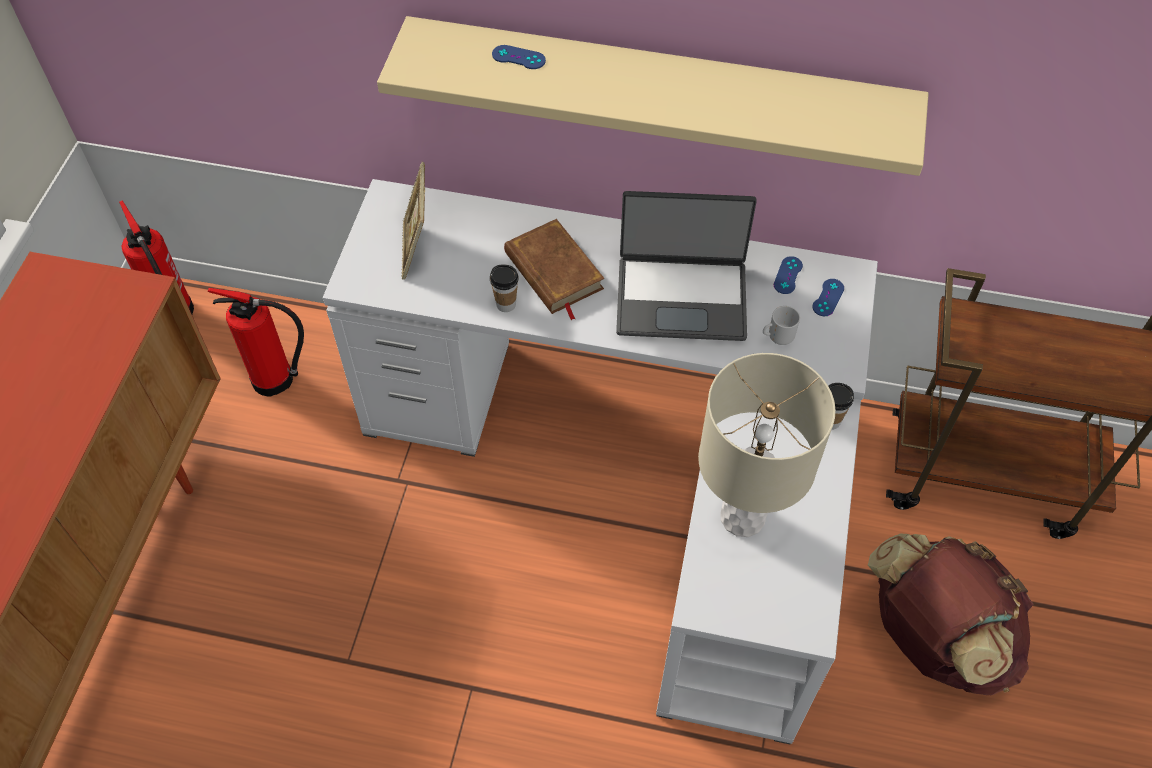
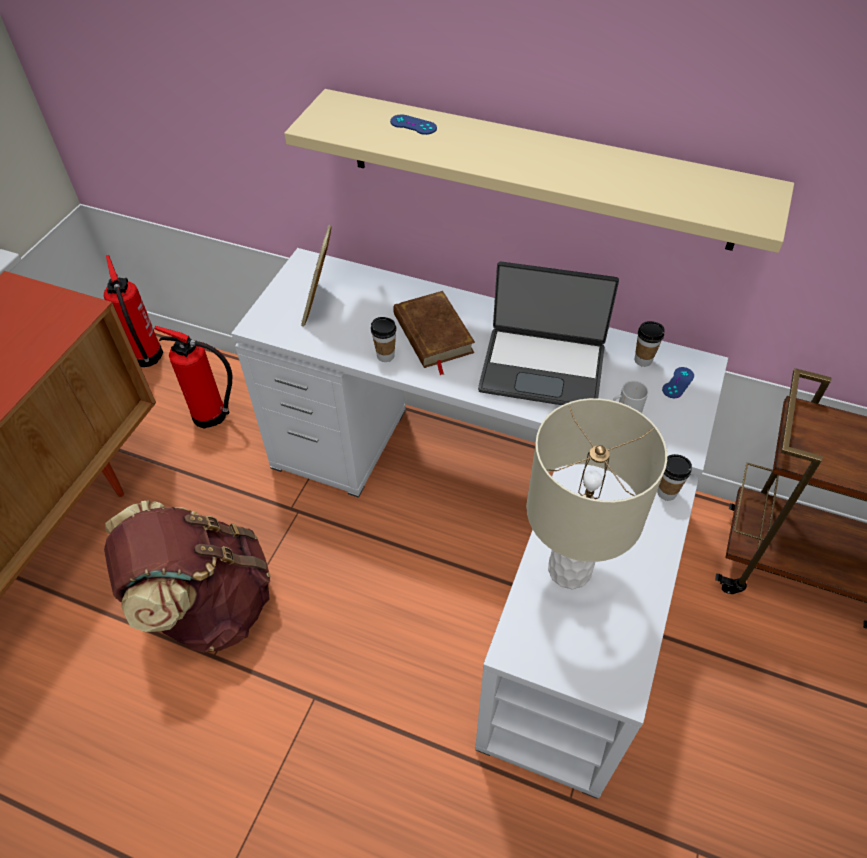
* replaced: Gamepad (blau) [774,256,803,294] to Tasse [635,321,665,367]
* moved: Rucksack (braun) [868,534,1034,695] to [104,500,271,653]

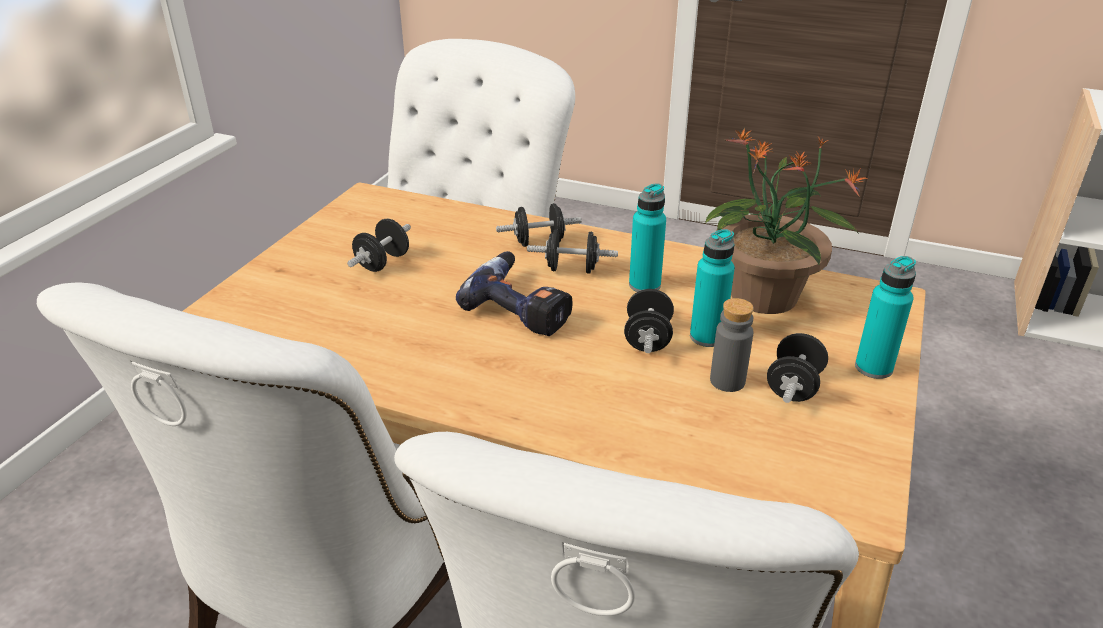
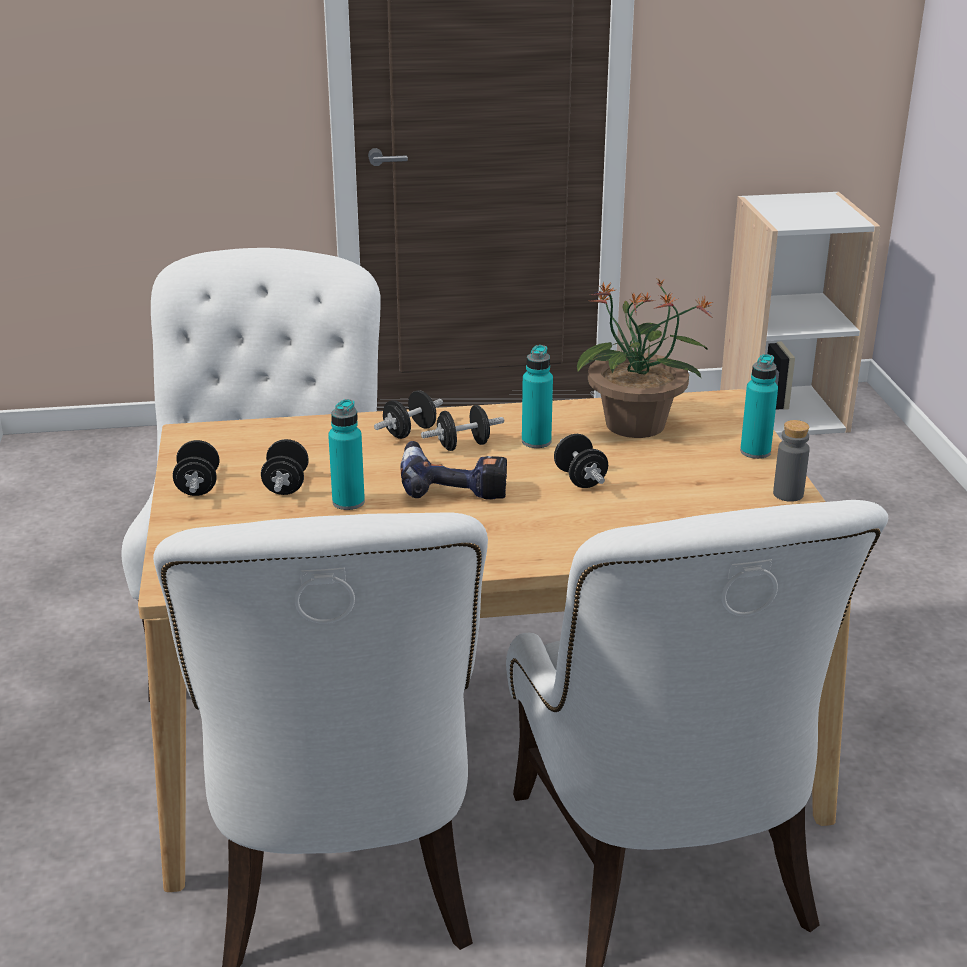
* moved: Flasche (türkis) [690,229,735,347] to [328,399,365,510]
* moved: Flasche (grau) [710,298,754,392] to [773,420,810,502]
* moved: Hantel (schwarz) [767,333,828,403] to [173,440,219,496]

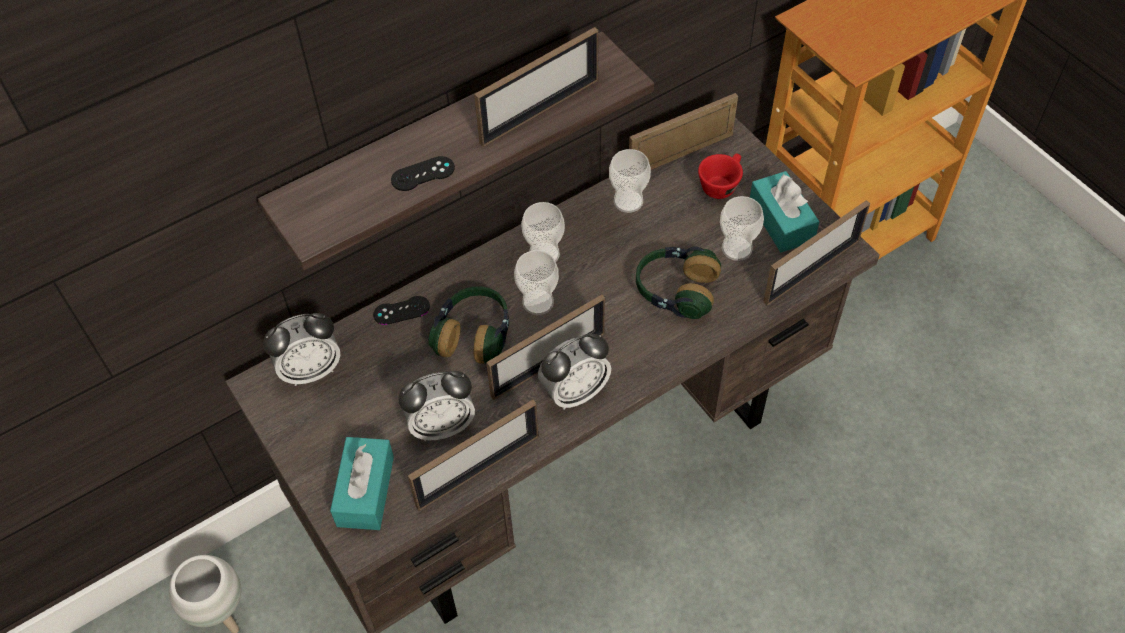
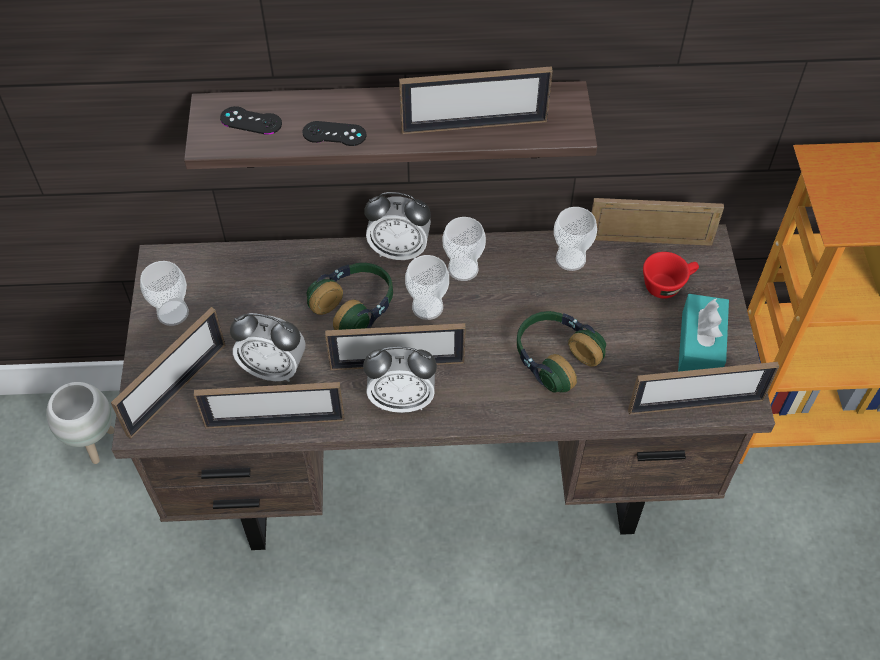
* moved: Tasse [720,196,764,261] to [140,261,189,326]
* moved: Gamepad (schwarz) [373,296,430,325] to [220,106,282,135]
* moved: Wecker [263,313,340,386] to [364,192,431,260]
* replaced: Taschentuchbox (türkis) [330,437,394,530] to Bilderrahmen [111,307,226,439]

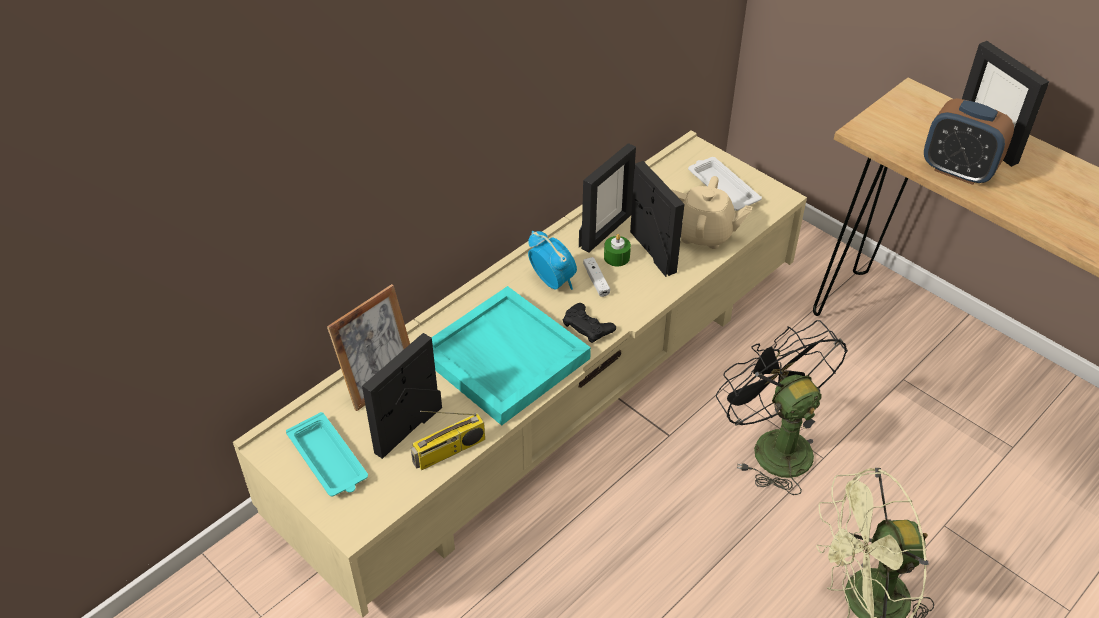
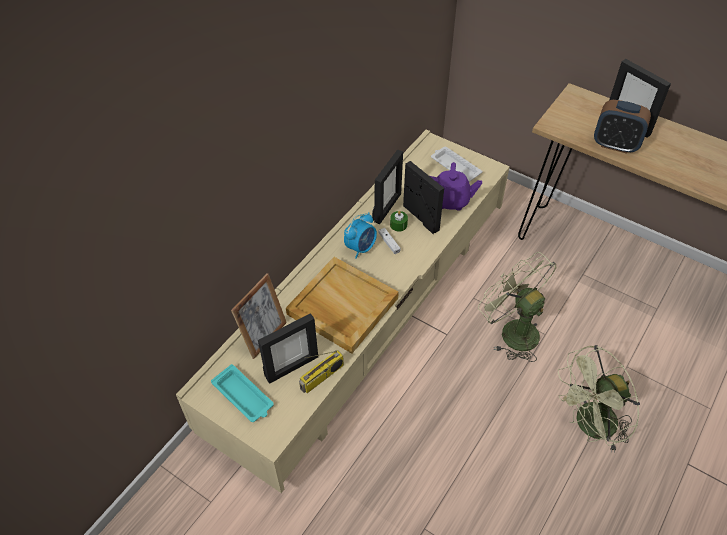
* recoloured: Teekanne (beige) [671,176,752,249] to Teekanne (lila) [430,162,482,211]
* turned: Wecker [528,231,577,290] = [344,212,377,259] 90 degrees clockwise
* recoloured: Tablett (türkis) [431,286,591,426] to Tablett (beige) [286,257,399,354]
* removed: Gamepad (schwarz) [562,303,616,343]
* recoloured: Ventilator (schwarz) [716,320,848,495] to Ventilator (grün) [478,252,557,362]
* turned: Bilderrahmen [362,333,442,459] = [258,313,318,384] 150 degrees counterclockwise

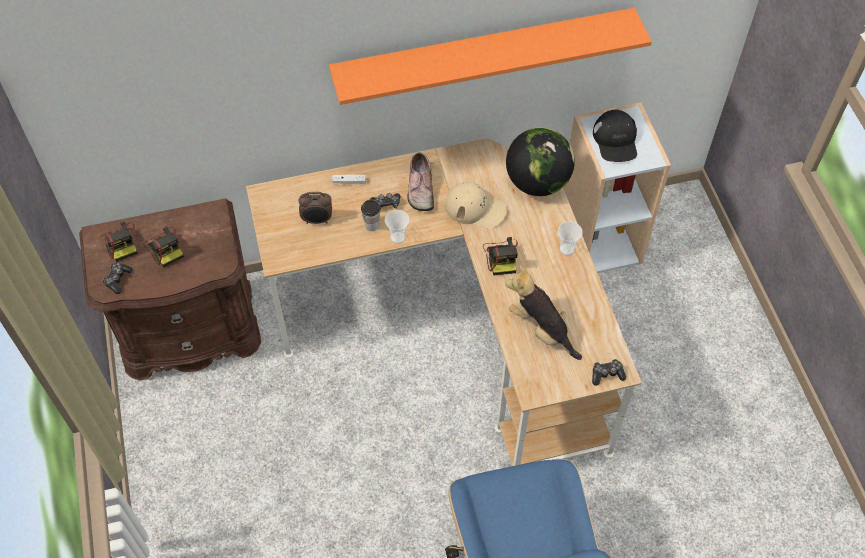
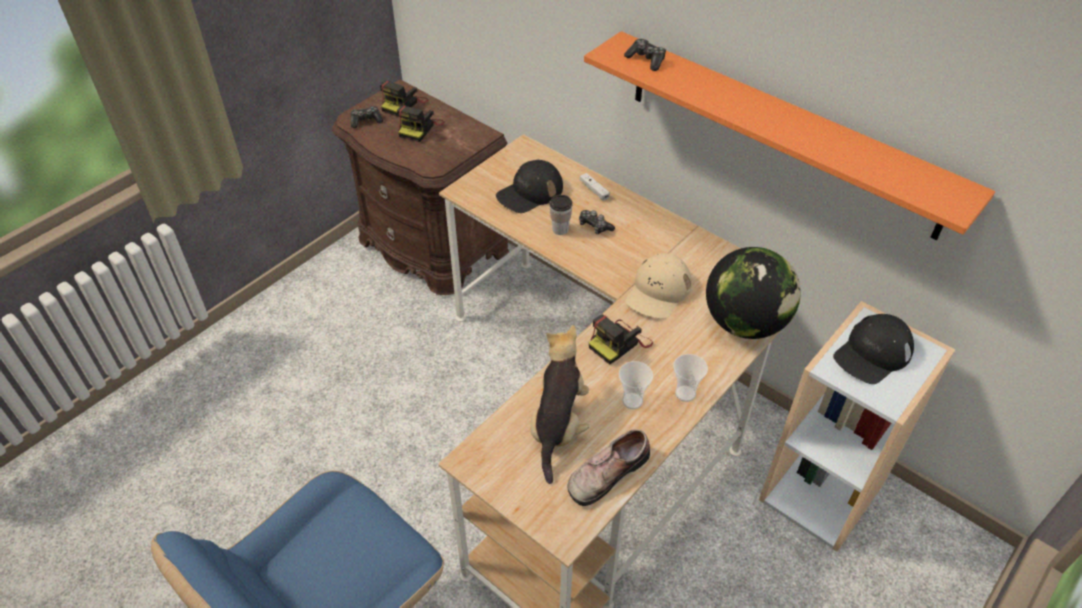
* moved: Schuh [408,152,434,211] to [567,429,650,506]
* turned: Kappe (beige) [445,182,507,228] = [626,253,692,319] 45 degrees clockwise
* replaced: Wecker [298,192,332,224] to Kappe (schwarz) [496,160,563,213]
* moved: Tasse [385,210,409,244] to [619,361,653,409]
* moved: Gamepad [592,359,626,386] to [624,39,666,71]

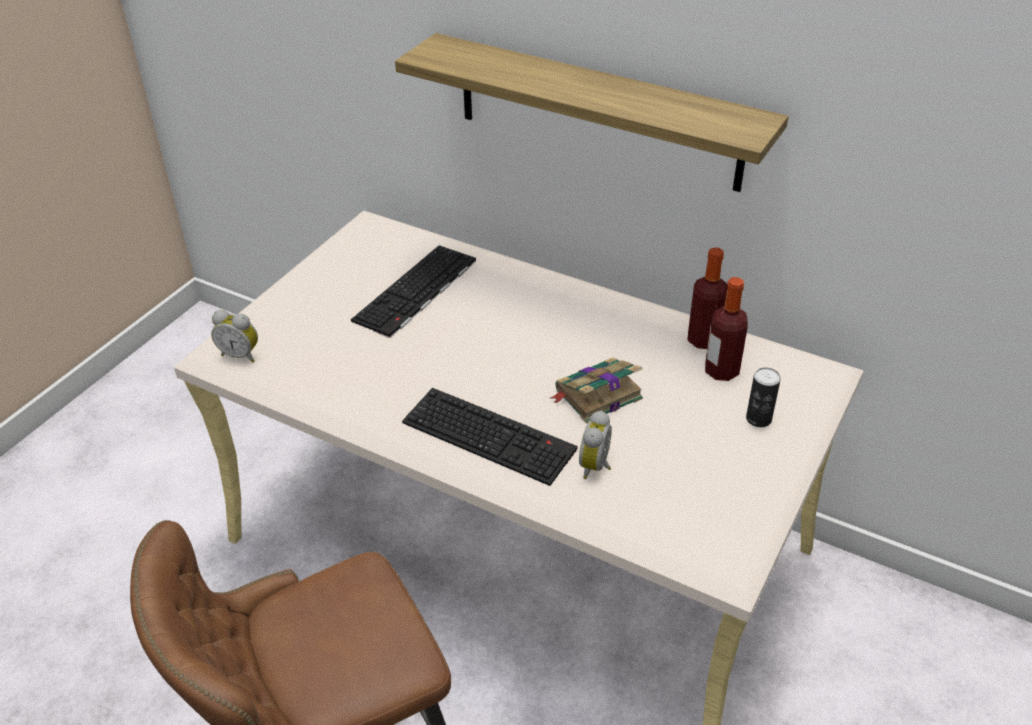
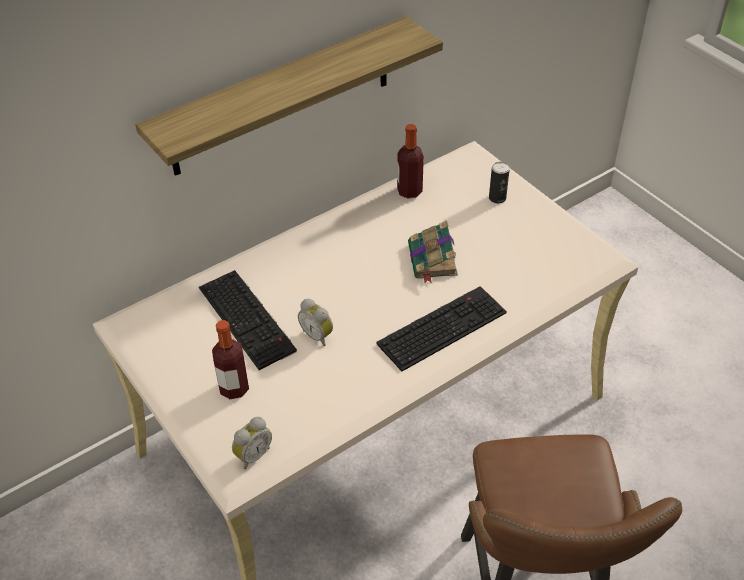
* moved: Flasche [705,277,748,381] to [212,320,249,399]
* moved: Wecker [579,411,612,479] to [298,299,333,346]

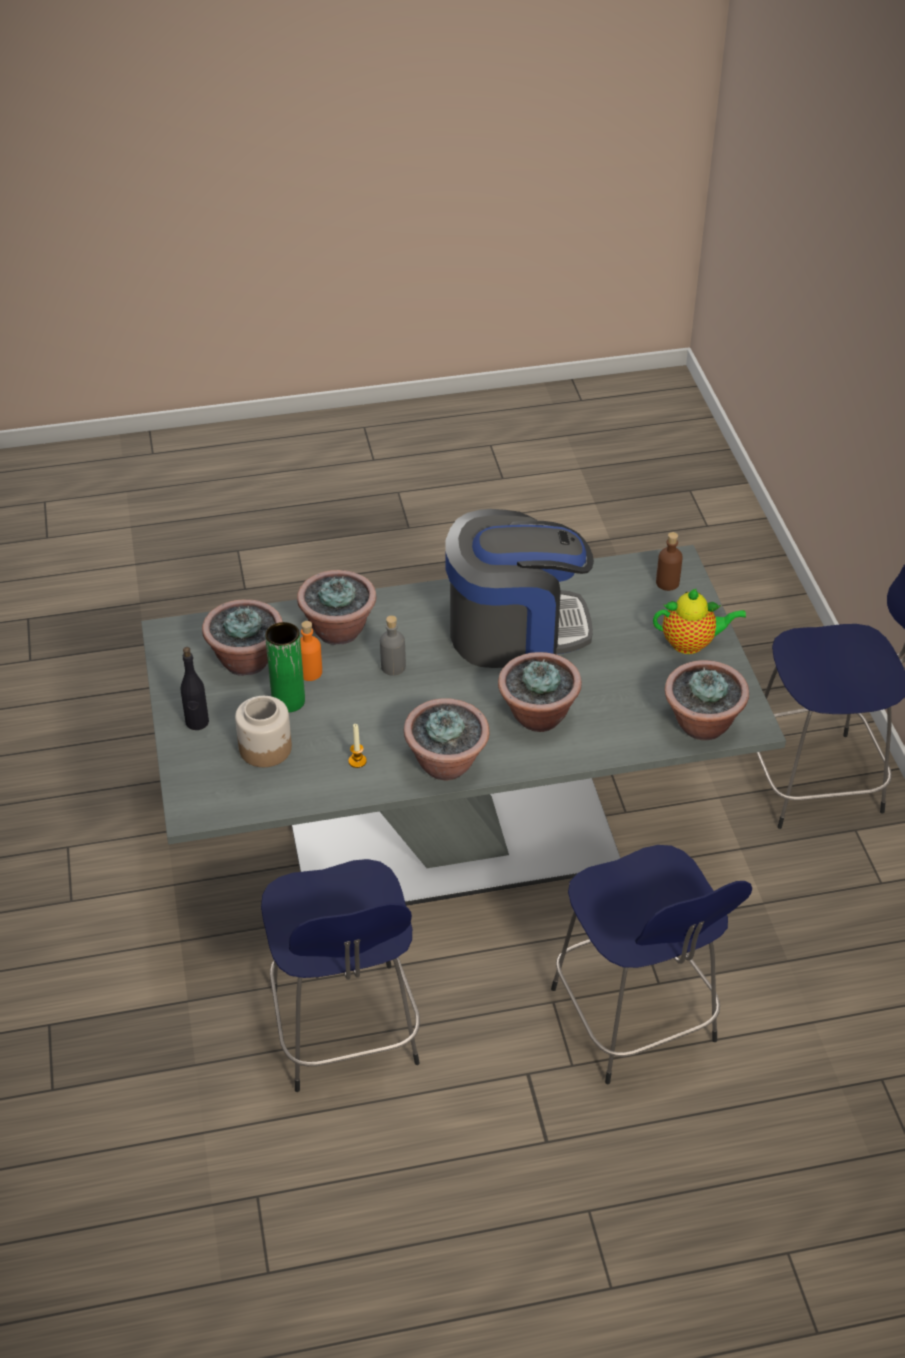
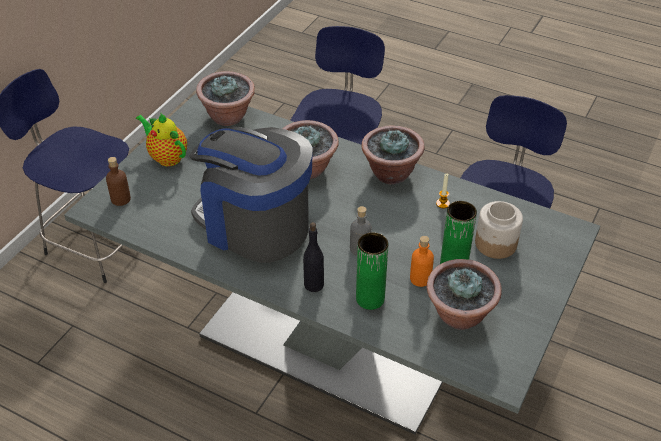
* replaced: Topfpflanze [297,570,377,645] to Vase (grün) [356,232,388,310]
* moved: Flasche (schwarz) [181,647,209,730] to [303,222,324,292]

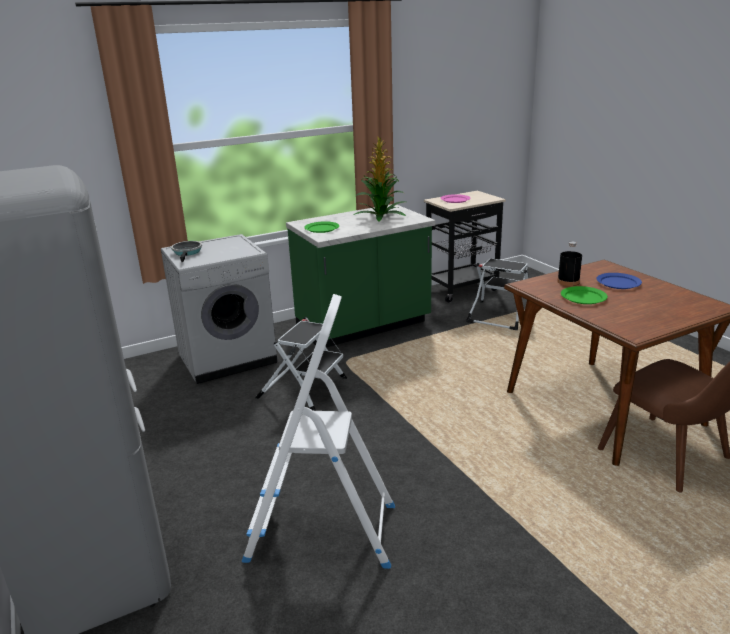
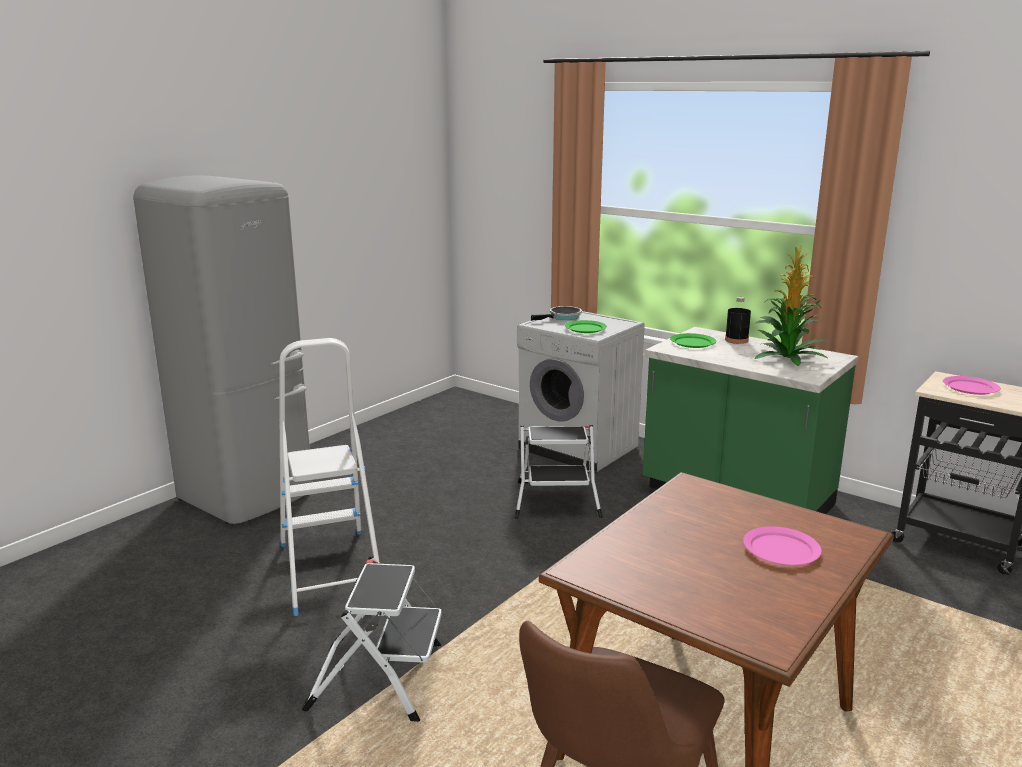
* moved: Flasche (schwarz) [557,242,582,286] to [725,297,751,344]
* moved: Trittleiter [466,258,529,330] to [302,555,442,722]
* recoloured: Teller (blau) [596,273,642,289] to Teller (rosa) [743,526,822,565]
* moved: Teller (grün) [561,286,608,304] to [565,320,607,333]

